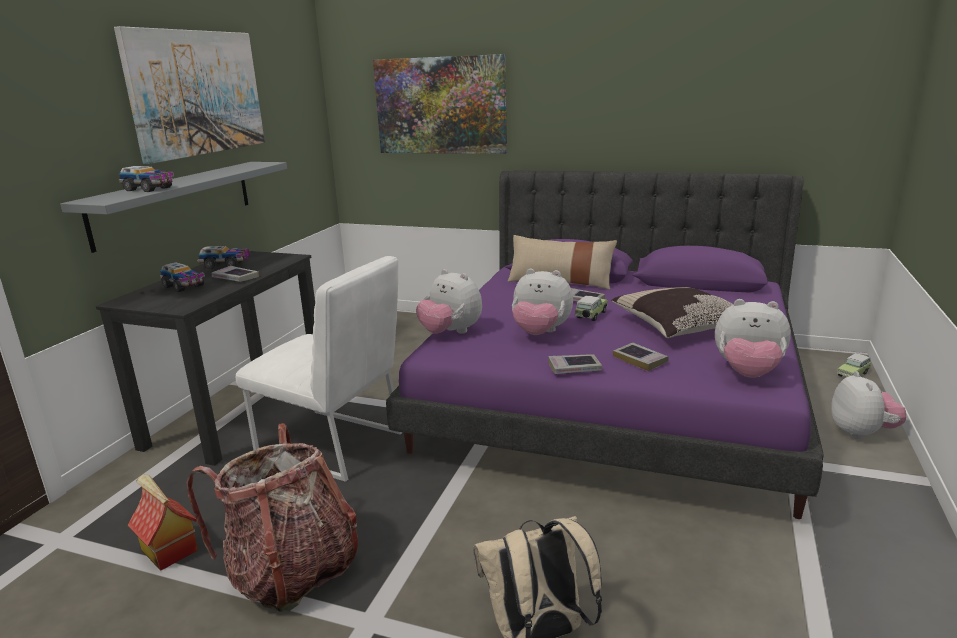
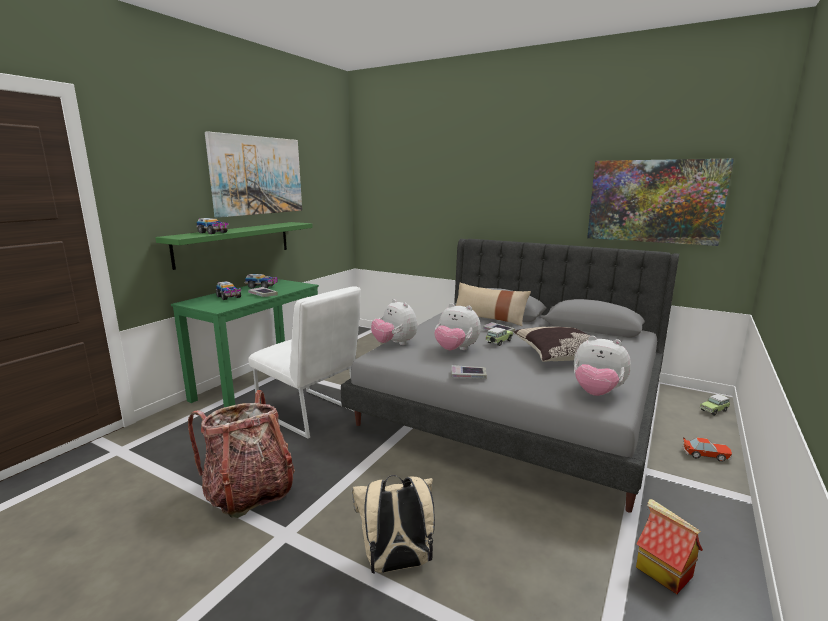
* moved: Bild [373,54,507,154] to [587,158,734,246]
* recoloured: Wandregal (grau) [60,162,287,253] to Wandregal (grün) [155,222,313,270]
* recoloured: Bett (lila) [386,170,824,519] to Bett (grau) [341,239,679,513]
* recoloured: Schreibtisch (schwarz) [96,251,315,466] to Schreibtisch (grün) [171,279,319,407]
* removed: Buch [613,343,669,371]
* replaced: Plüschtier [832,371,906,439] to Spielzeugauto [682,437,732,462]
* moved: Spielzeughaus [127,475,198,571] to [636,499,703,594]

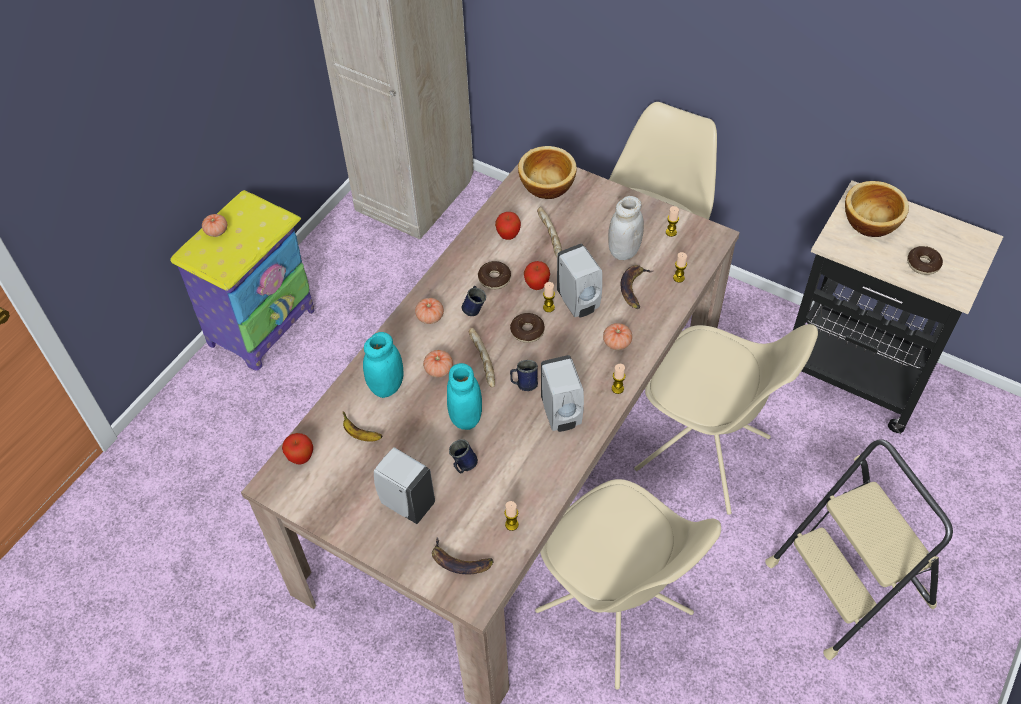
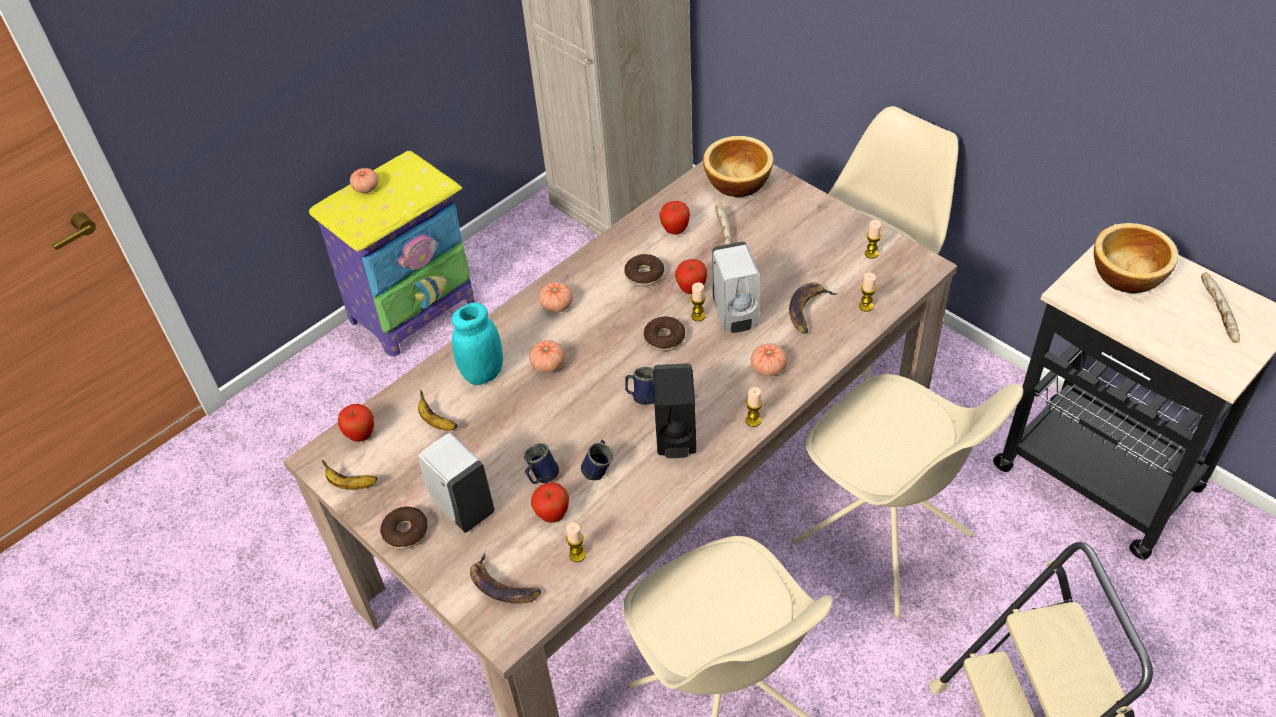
* removed: Vorratsglas (weiß) [608,196,644,260]
* moved: Donut [907,246,943,275] to [380,506,428,550]
* moved: Henkelbecher (blau) [461,286,486,316] to [581,440,614,480]
* moved: Brot [469,328,495,387] to [1201,272,1240,343]
* recoloured: Seifenspender (weiß) [541,355,584,432] to Seifenspender (schwarz) [653,363,696,458]
* removed: Vorratsglas (türkis) [447,363,482,430]
* added: Banane [322,460,378,490]
* added: Apfel [531,482,569,523]

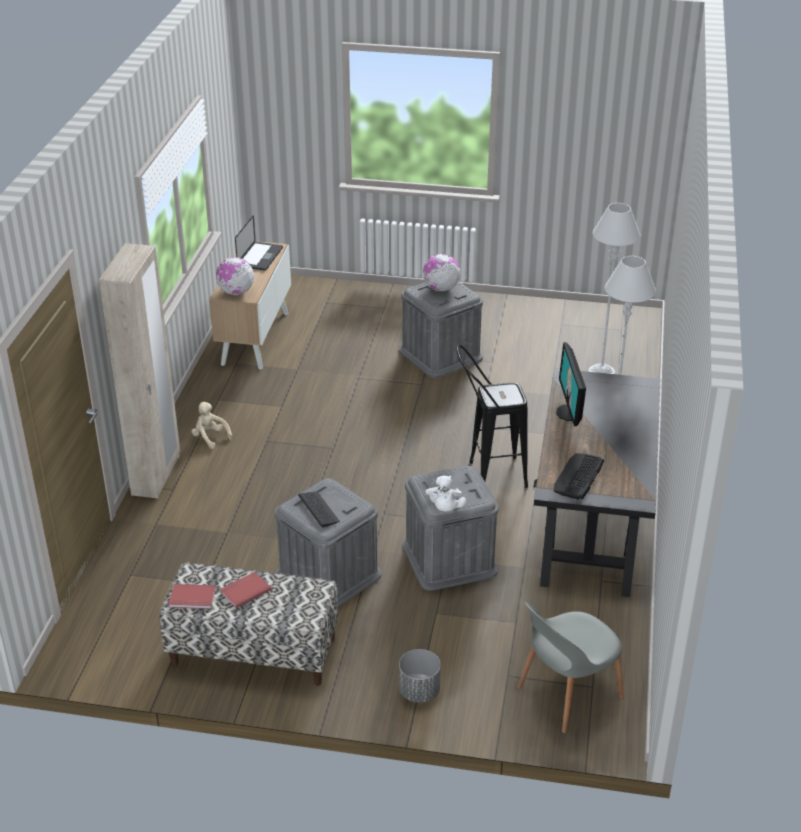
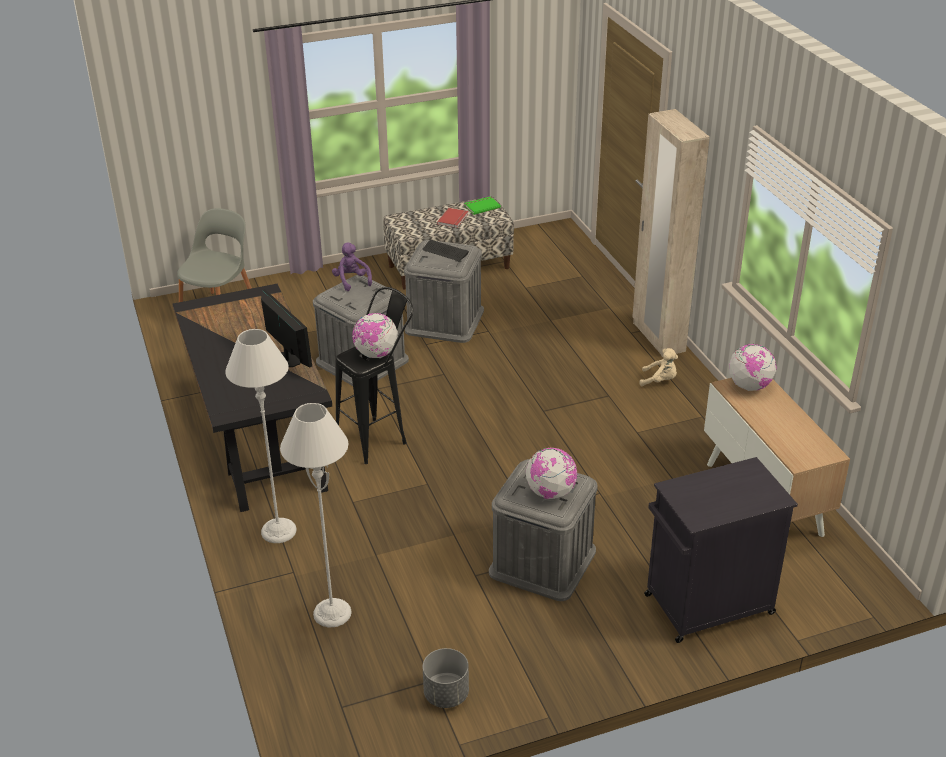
* removed: Laptop [235,215,283,271]
* removed: Tastatur [554,453,604,500]
* recoloured: Plüschtier (weiß) [426,475,467,512] to Plüschtier (lila) [332,242,372,291]
* recoloured: Buch (rot) [168,584,216,609] to Buch (grün) [464,196,501,215]
* moved: Pflanzkübel (grau) [399,649,441,703] to [423,648,469,708]
* added: Globus [352,313,398,358]
* added: Schrank (schwarz) [644,457,798,643]

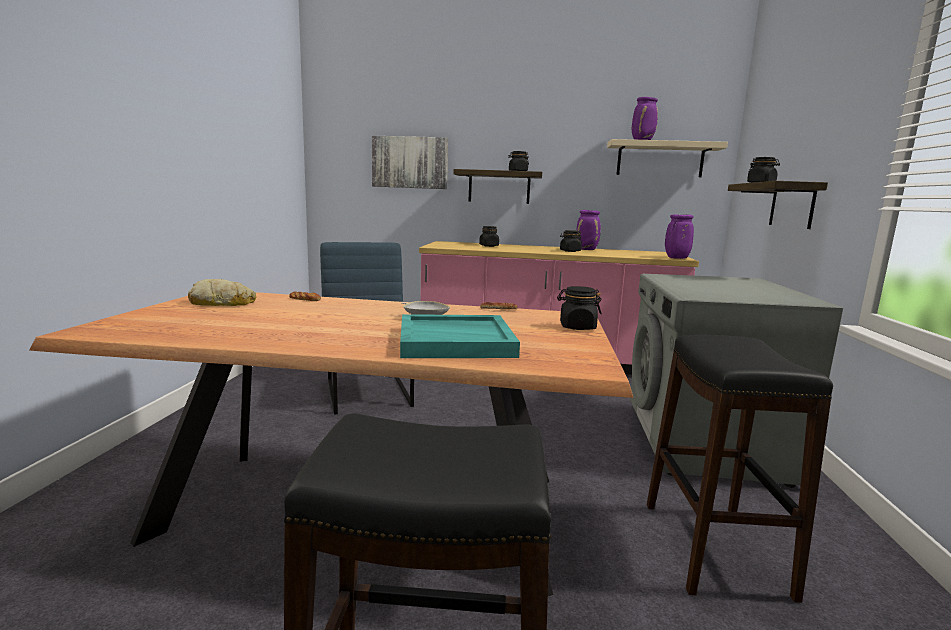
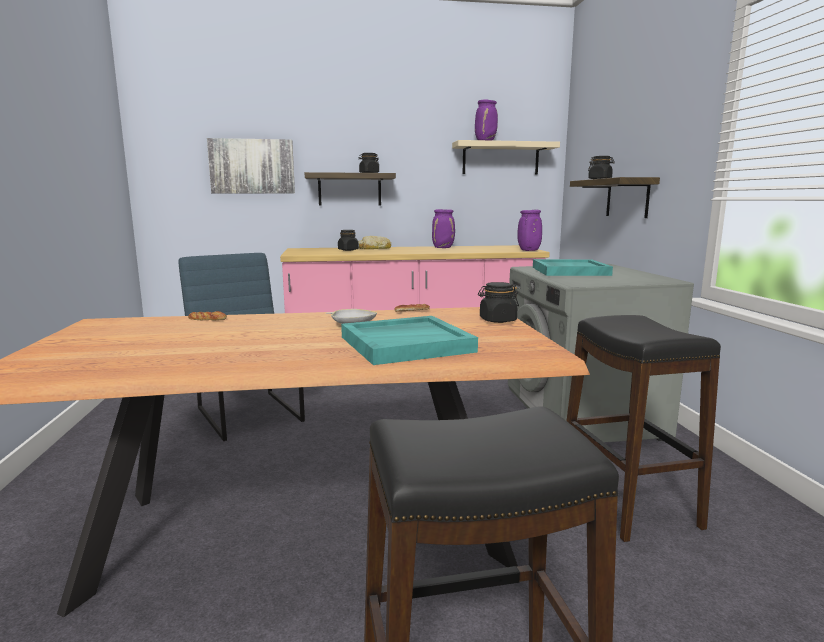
* removed: Vorratsglas (schwarz) [560,230,582,252]
* moved: Brot [188,279,256,306] to [358,236,391,249]
* added: Tablett (türkis) [533,259,613,276]

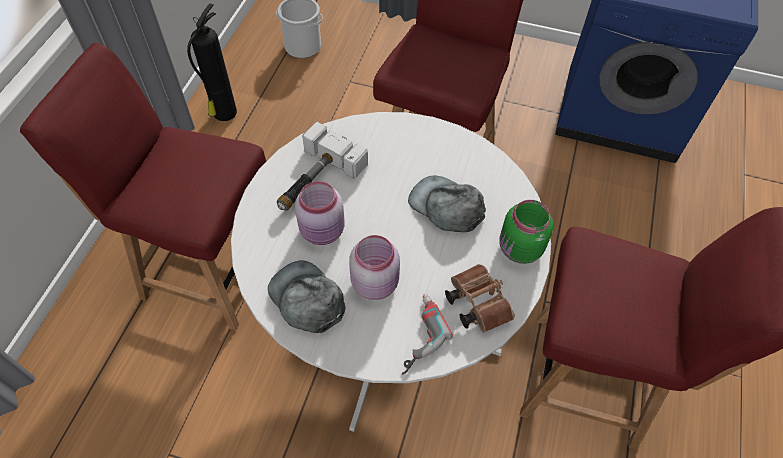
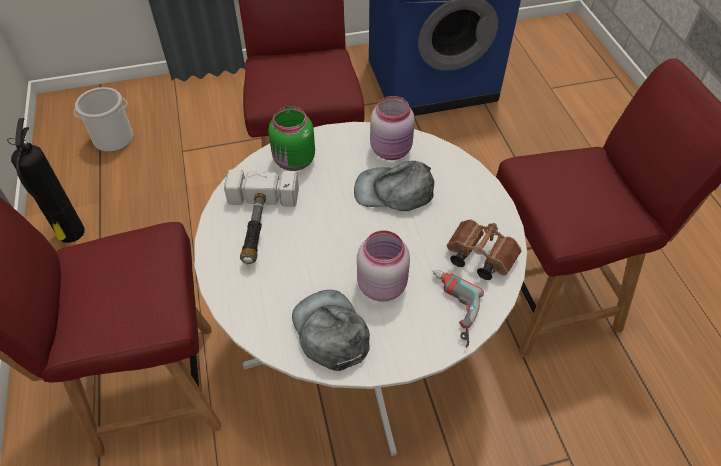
* moved: Vorratsglas (rosa) [295,181,344,245] to [370,96,415,160]
* moved: Vorratsglas (grün) [499,200,554,264] to [268,106,315,171]
* turned: Kappe (grau) [268,260,346,333] = [292,290,370,371] 45 degrees clockwise

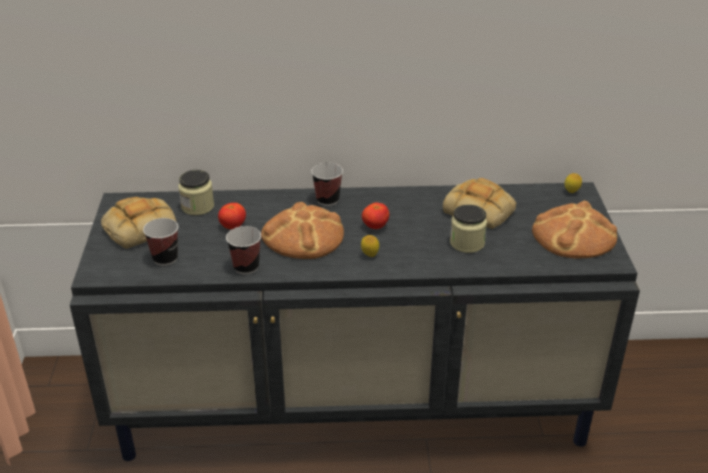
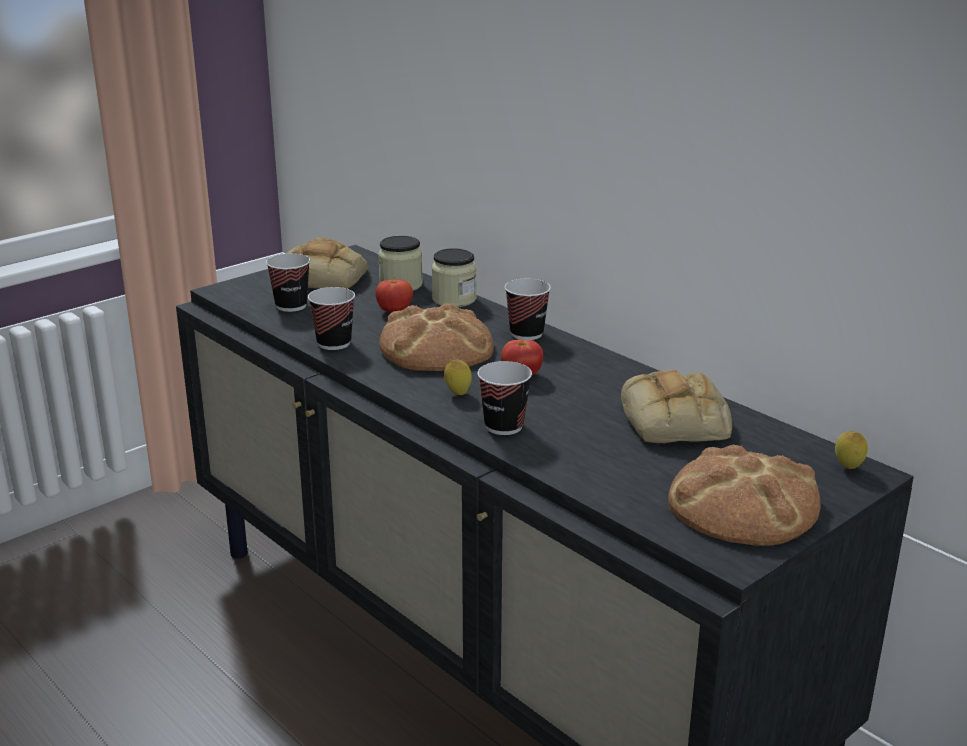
* moved: Vorratsglas [450,205,487,253] to [432,248,476,307]
* added: Tasse [478,361,532,435]

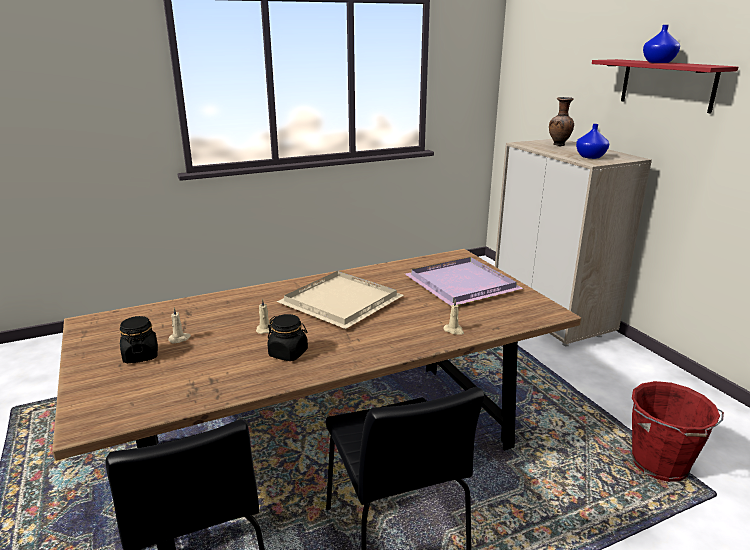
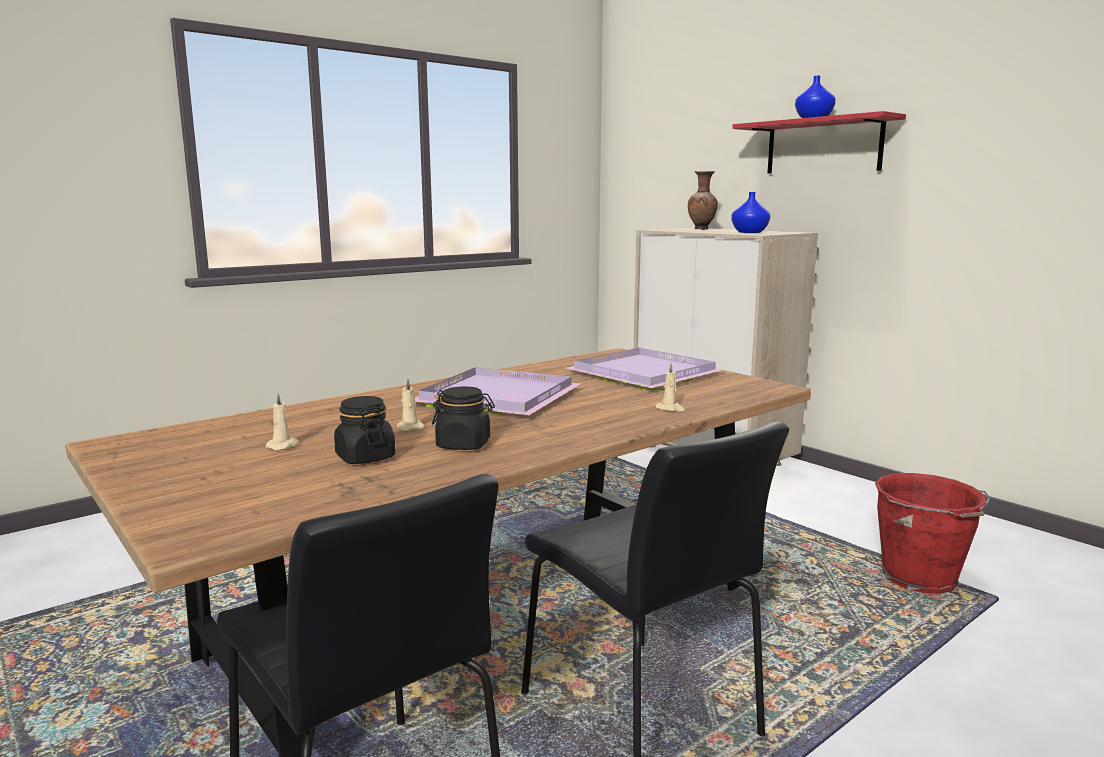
* recoloured: Tablett (beige) [276,271,404,329] to Tablett (lila) [415,367,580,415]
* moved: Vorratsglas (schwarz) [120,316,158,363] to [334,396,396,464]

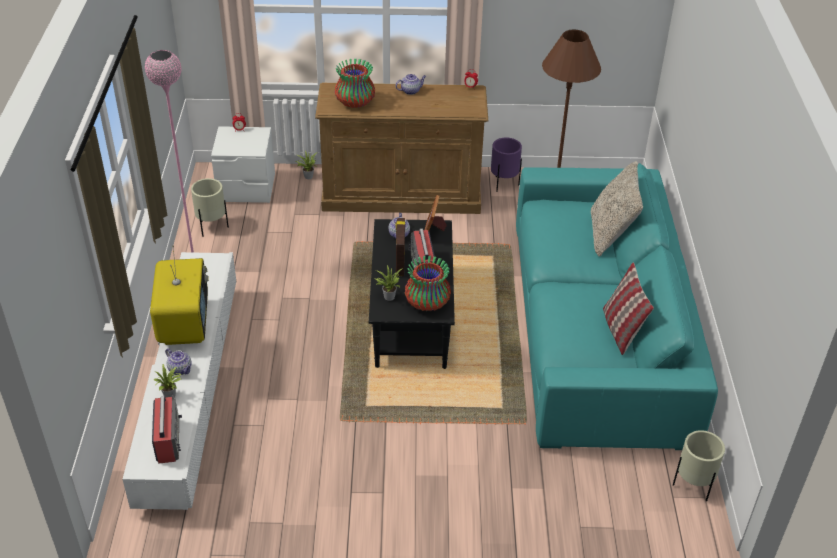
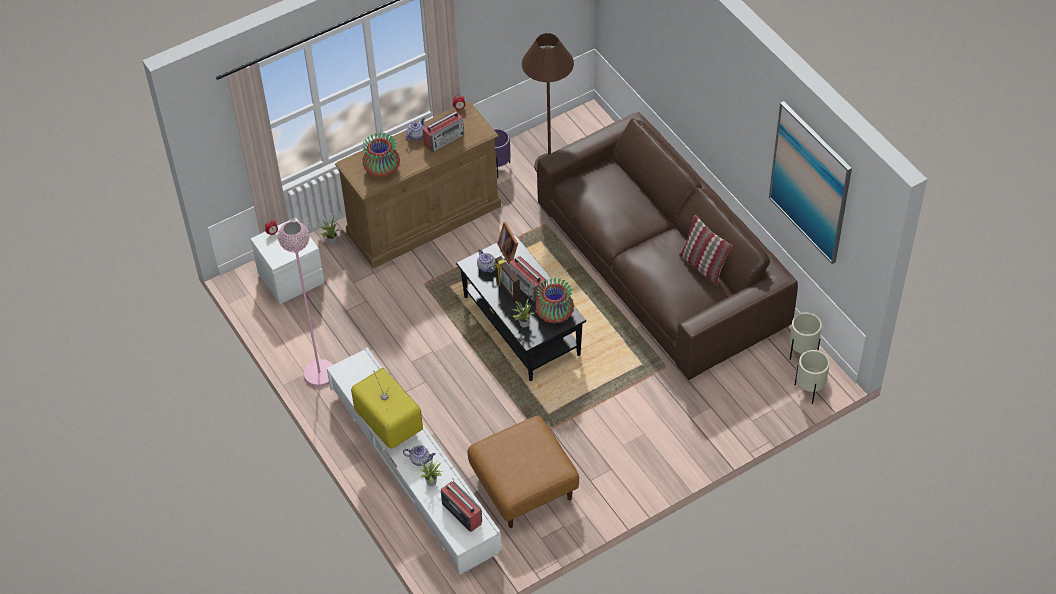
* removed: Kissen (beige) [591,161,643,257]
* recoloured: Sofa (türkis) [516,163,718,450] to Sofa (braun) [537,112,798,380]
* moved: Pflanzkübel (beige) [191,178,229,237] to [795,350,830,404]
* added: Bild [769,101,852,264]
* added: Radio [423,111,464,152]
* added: Polsterhocker (braun) [467,415,579,528]

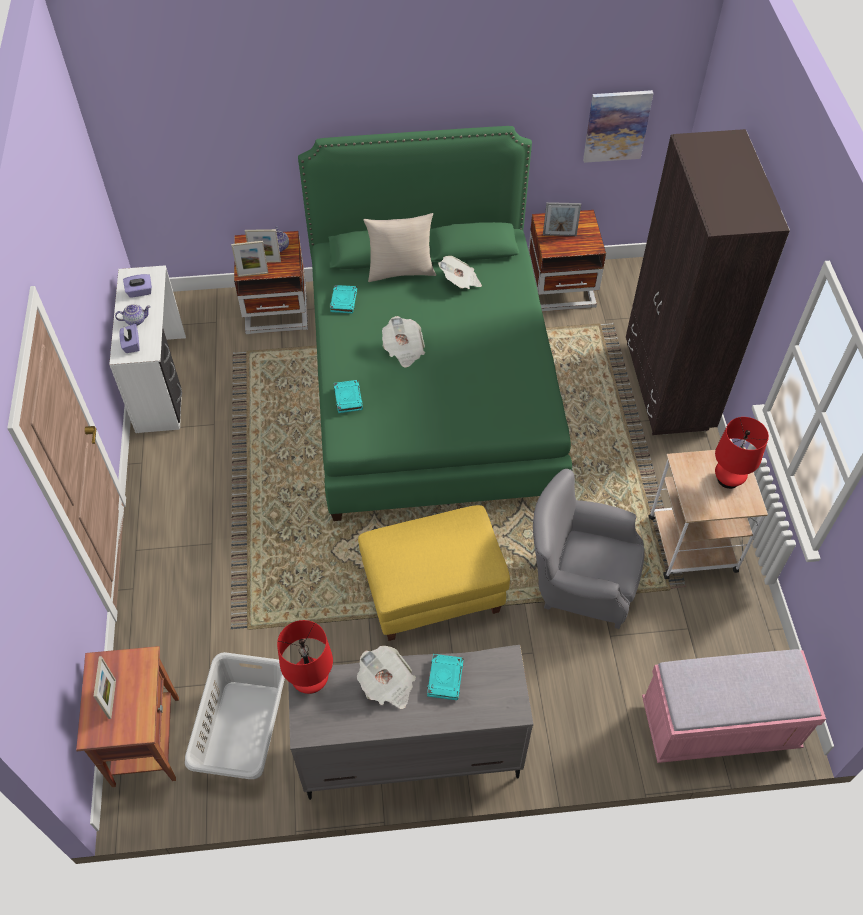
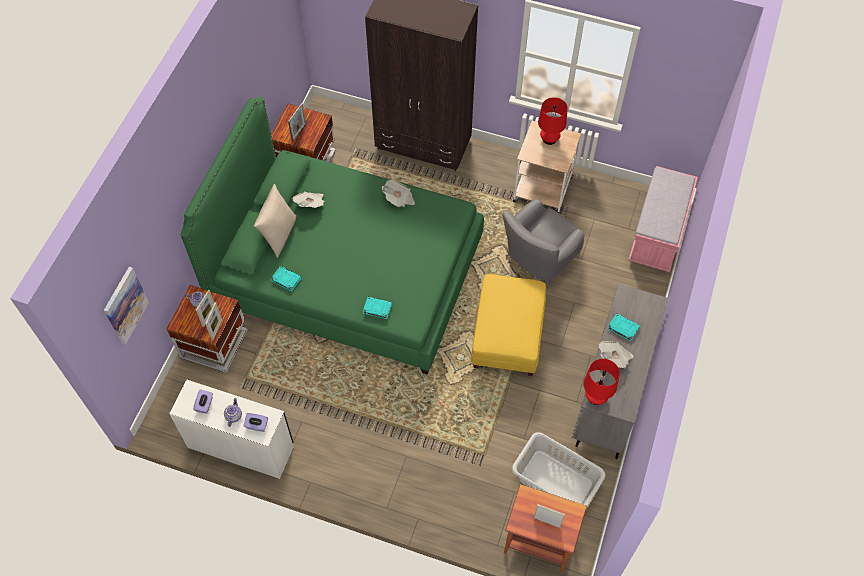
* moved: Bild [583,90,654,163] to [104,267,149,344]
* moved: Zeitung [382,316,425,368] to [382,180,415,207]

